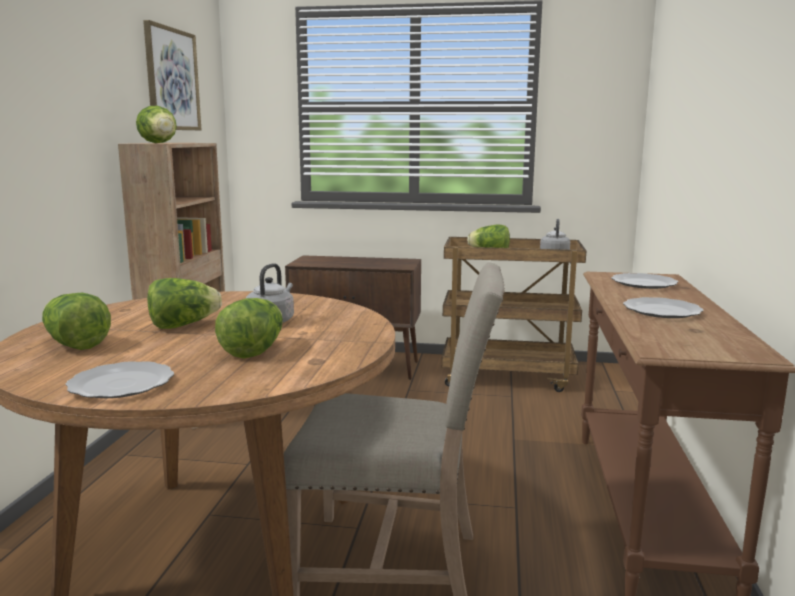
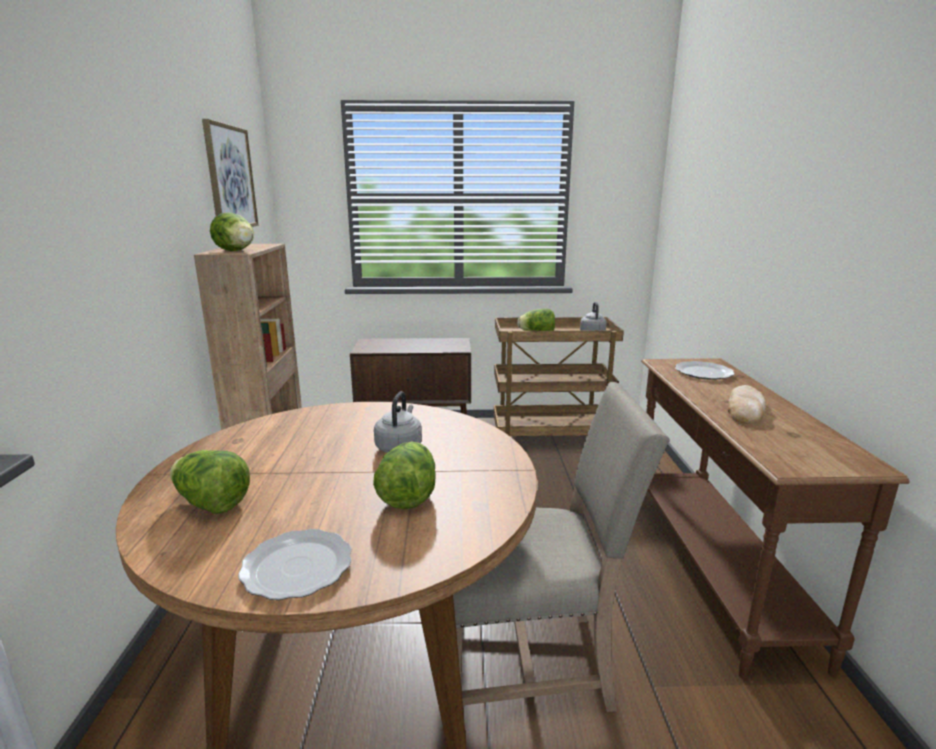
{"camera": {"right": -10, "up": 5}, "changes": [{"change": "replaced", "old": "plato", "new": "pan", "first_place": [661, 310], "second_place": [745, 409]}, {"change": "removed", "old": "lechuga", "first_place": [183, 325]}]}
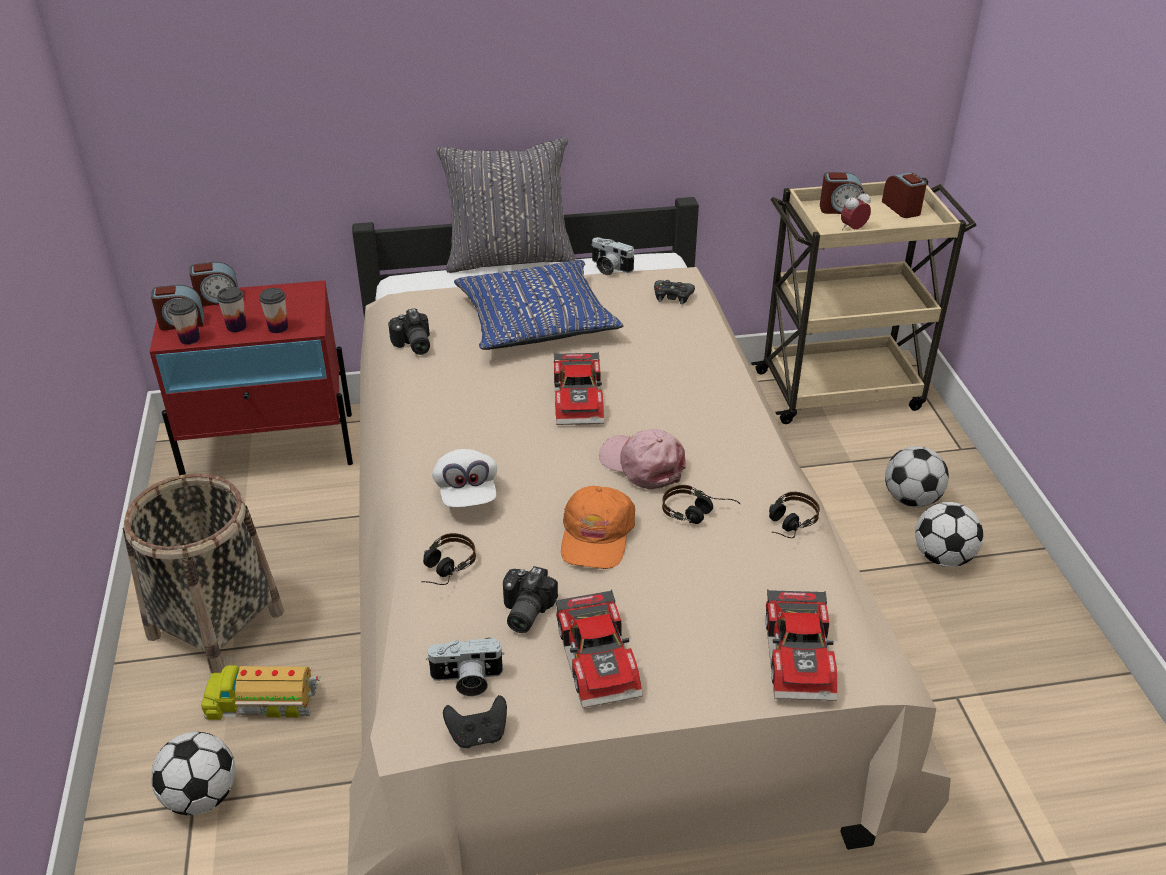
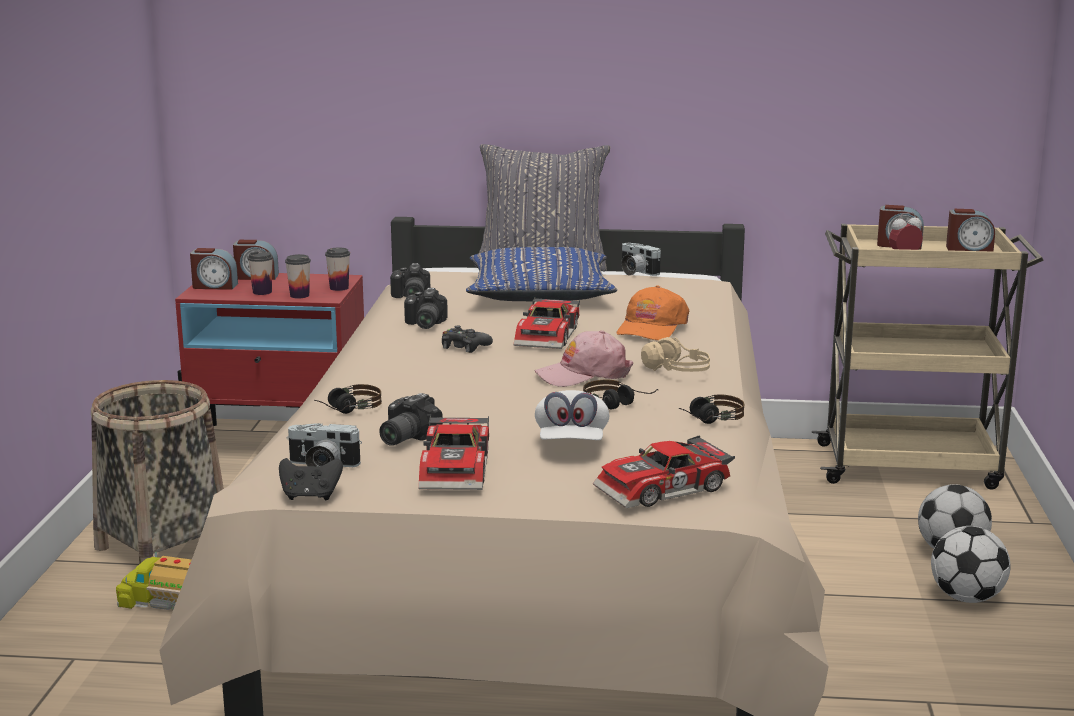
{"camera": {"right": 15, "up": -20}, "changes": [{"change": "moved", "old": "taza", "first_place": [189, 339], "second_place": [339, 288]}, {"change": "added", "new": "cámara", "second_place": [423, 324]}, {"change": "moved", "old": "mando de consola [negro]", "first_place": [672, 296], "second_place": [464, 347]}, {"change": "turned", "old": "gorra [rosa]", "first_place": [642, 464], "second_place": [583, 374], "degrees": -75}, {"change": "moved", "old": "gorra [blanco]", "first_place": [467, 493], "second_place": [571, 444]}, {"change": "turned", "old": "coche de juguete", "first_place": [802, 655], "second_place": [665, 490], "degrees": 45}, {"change": "moved", "old": "gorra [naranja]", "first_place": [596, 535], "second_place": [651, 328]}, {"change": "added", "new": "auriculares [beis]", "second_place": [677, 371]}, {"change": "turned", "old": "despertador", "first_place": [902, 208], "second_place": [969, 249], "degrees": 105}, {"change": "removed", "old": "balón de fútbol", "first_place": [201, 796]}]}
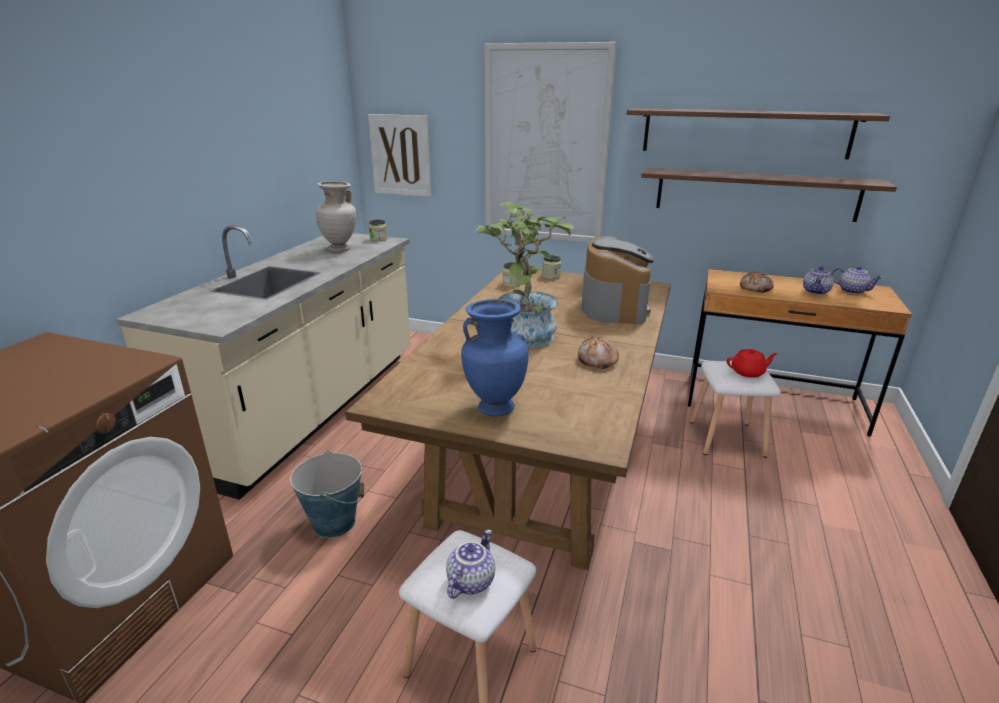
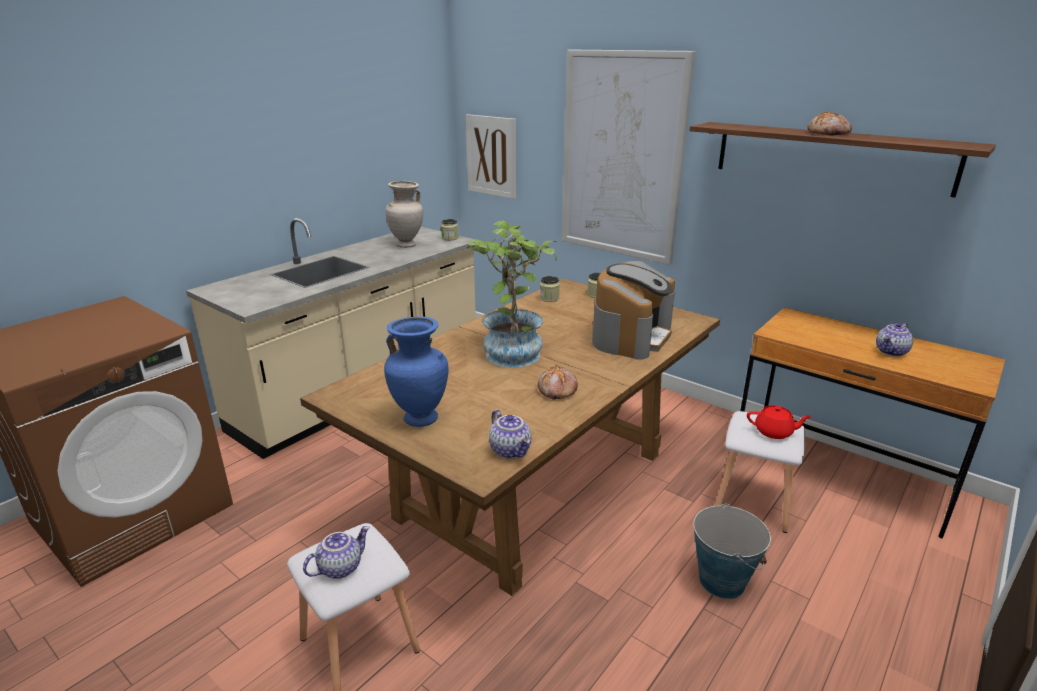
{"camera": {"right": 20, "up": 0}, "changes": [{"change": "moved", "old": "tetera", "first_place": [852, 291], "second_place": [511, 450]}, {"change": "moved", "old": "cubo", "first_place": [334, 522], "second_place": [722, 581]}, {"change": "moved", "old": "pan", "first_place": [756, 288], "second_place": [828, 133]}, {"change": "removed", "old": "estante", "first_place": [755, 194]}]}
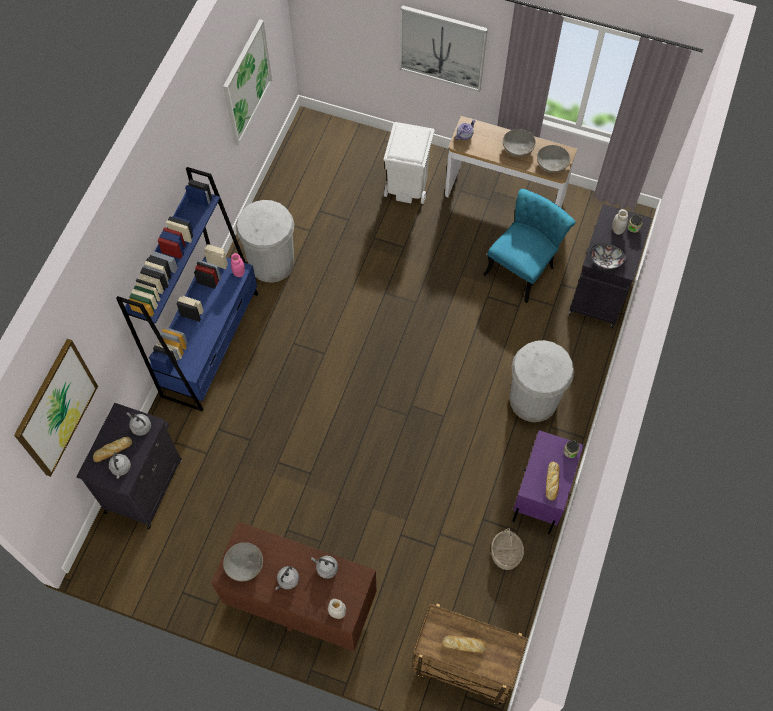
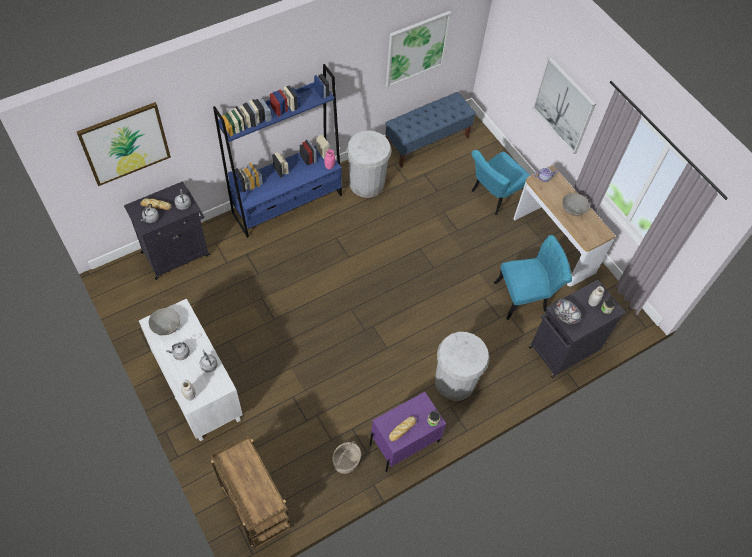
{"camera": {"right": 35, "up": -5}, "changes": [{"change": "recoloured", "old": "cómoda [marrón]", "new": "cómoda [blanco]", "first_place": [300, 601], "second_place": [197, 387]}, {"change": "added", "new": "banco [azul]", "second_place": [427, 142]}, {"change": "replaced", "old": "papelera [blanco]", "new": "silla [turquesa]", "first_place": [407, 187], "second_place": [493, 197]}, {"change": "removed", "old": "pan", "first_place": [464, 644]}, {"change": "removed", "old": "cuenco [gris]", "first_place": [552, 164]}]}
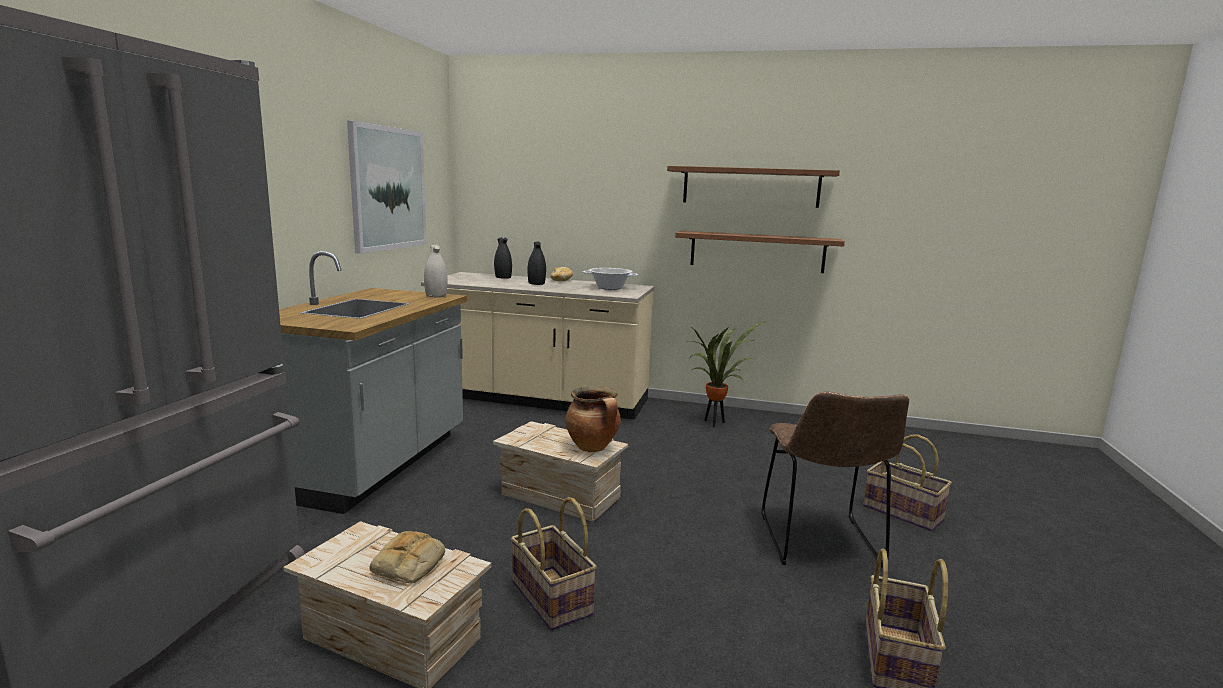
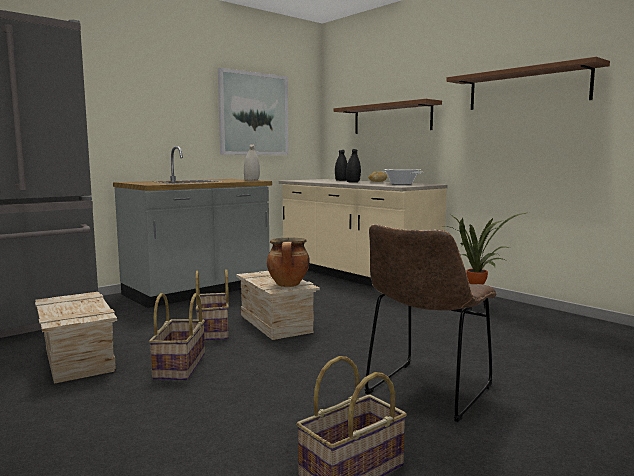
{"camera": {"right": 35, "up": -5}, "changes": [{"change": "moved", "old": "cesta", "first_place": [903, 512], "second_place": [214, 331]}, {"change": "moved", "old": "estante [marrón]", "first_place": [757, 251], "second_place": [391, 118]}, {"change": "removed", "old": "pan", "first_place": [409, 565]}]}
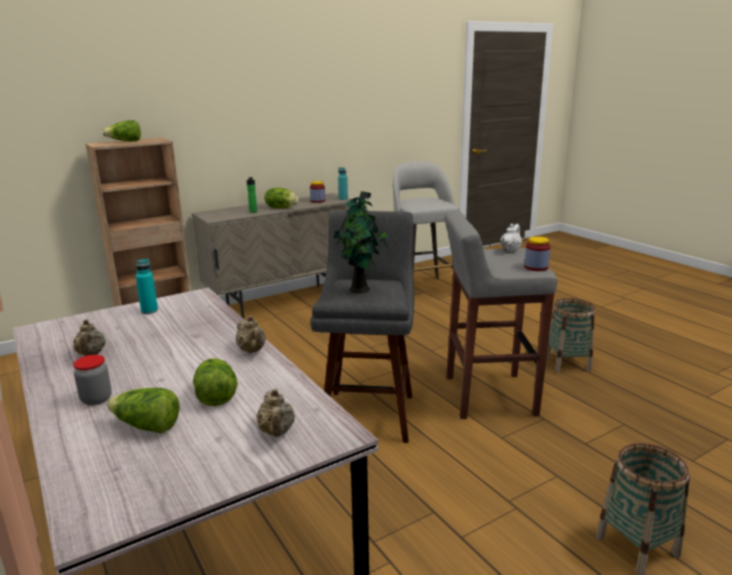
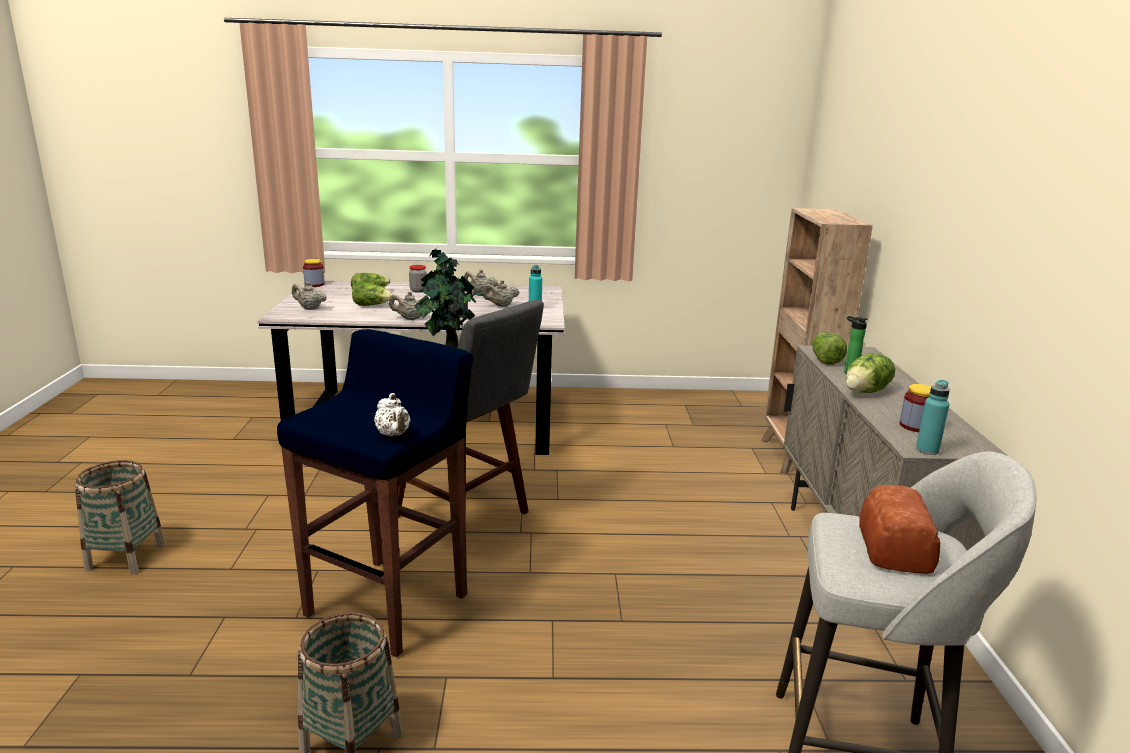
{"camera": {"right": 120, "up": 0}, "changes": [{"change": "recoloured", "old": "taburete [gris]", "new": "taburete [azul]", "first_place": [488, 396], "second_place": [389, 604]}, {"change": "moved", "old": "tarro", "first_place": [536, 267], "second_place": [314, 284]}, {"change": "added", "new": "tetera [beis]", "second_place": [501, 306]}, {"change": "moved", "old": "lechuga", "first_place": [125, 141], "second_place": [825, 359]}, {"change": "added", "new": "pan", "second_place": [896, 546]}]}
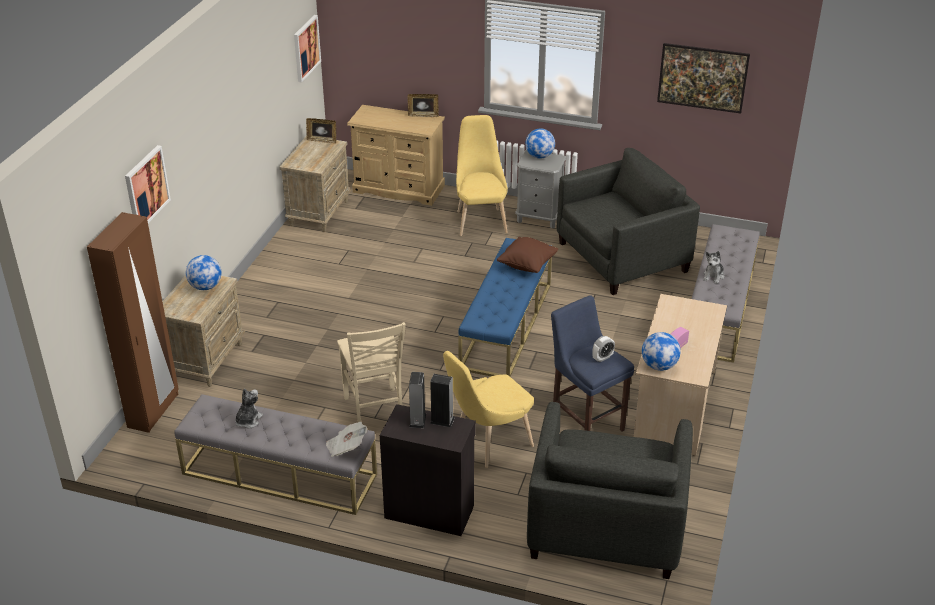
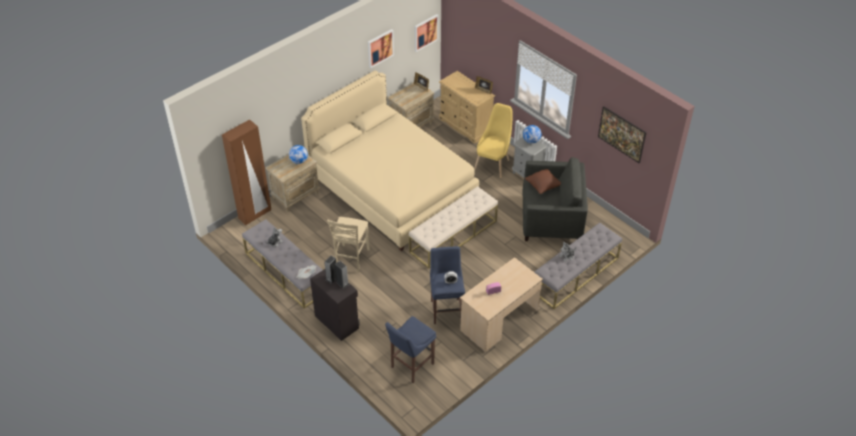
{"camera": {"right": 30, "up": 10}, "changes": [{"change": "added", "new": "cama [beis]", "second_place": [392, 188]}, {"change": "moved", "old": "cuadro", "first_place": [146, 188], "second_place": [380, 48]}, {"change": "replaced", "old": "sillón [gris]", "new": "taburete [azul]", "first_place": [605, 525], "second_place": [410, 366]}, {"change": "recoloured", "old": "banco [azul]", "new": "banco [beis]", "first_place": [506, 325], "second_place": [453, 236]}, {"change": "moved", "old": "cojín [marrón]", "first_place": [527, 265], "second_place": [542, 186]}, {"change": "removed", "old": "silla [amarillo]", "first_place": [488, 443]}, {"change": "removed", "old": "globo terráqueo", "first_place": [659, 366]}]}
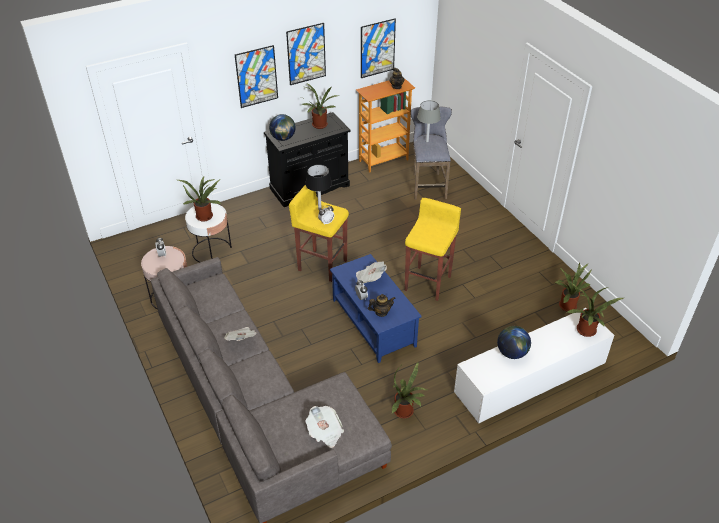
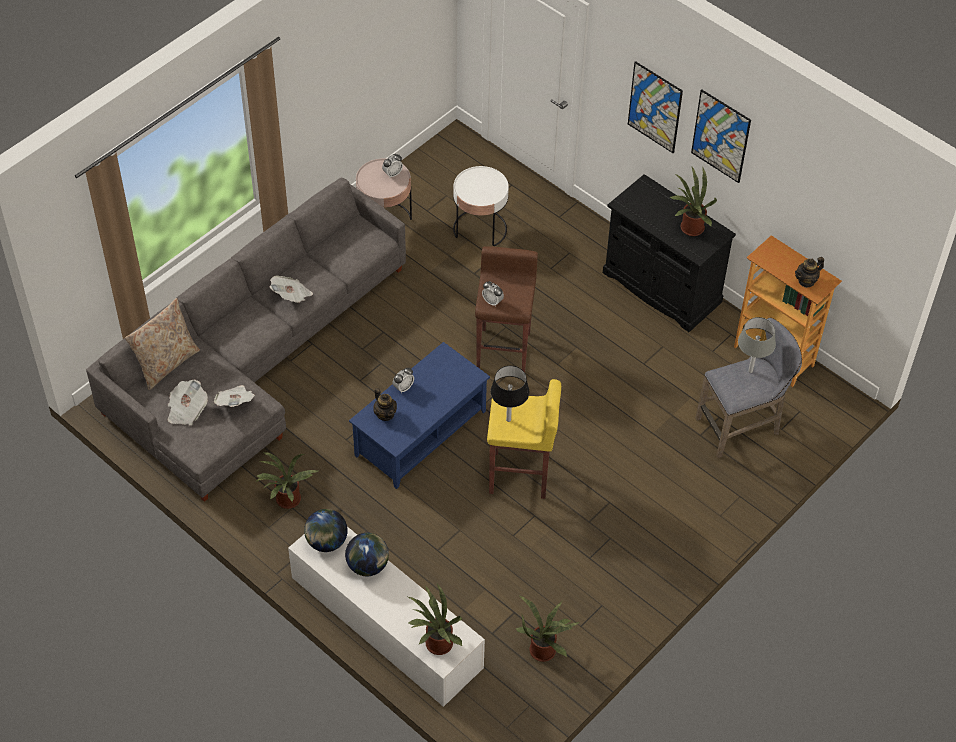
{"camera": {"right": 70, "up": 10}, "changes": [{"change": "added", "new": "cojín [beis]", "second_place": [166, 363]}, {"change": "moved", "old": "periódico", "first_place": [370, 278], "second_place": [235, 402]}, {"change": "moved", "old": "globo terráqueo", "first_place": [283, 138], "second_place": [326, 542]}, {"change": "recoloured", "old": "taburete [amarillo]", "new": "taburete [marrón]", "first_place": [322, 265], "second_place": [504, 349]}, {"change": "moved", "old": "lámpara de mesa [negro]", "first_place": [319, 209], "second_place": [508, 420]}, {"change": "removed", "old": "planta en maceta", "first_place": [205, 215]}, {"change": "removed", "old": "cuadro", "first_place": [377, 48]}]}
